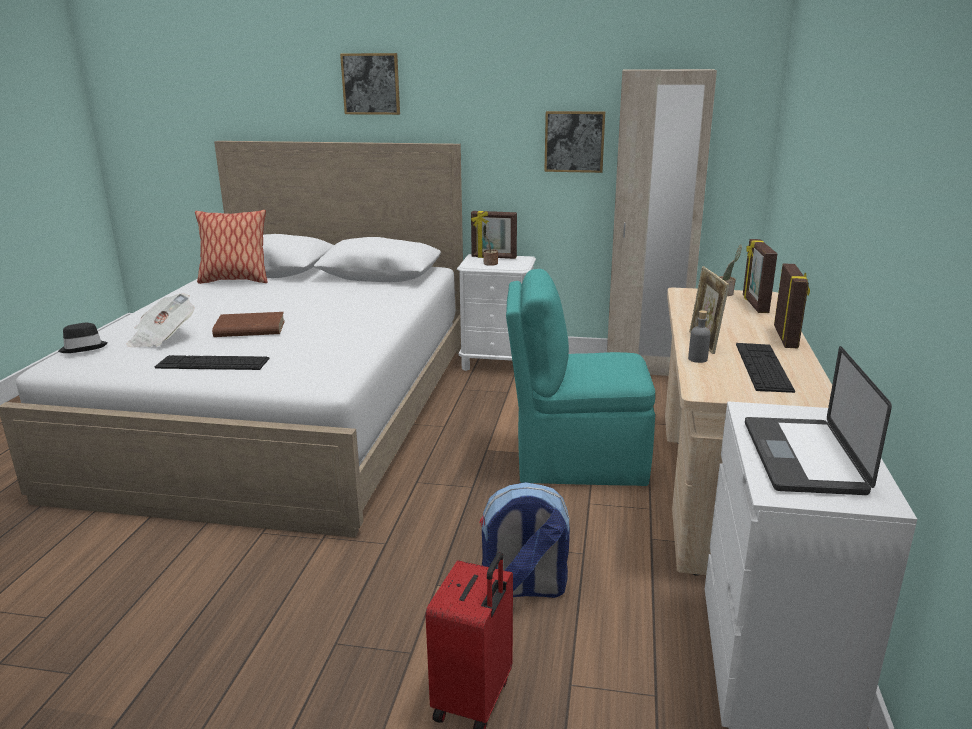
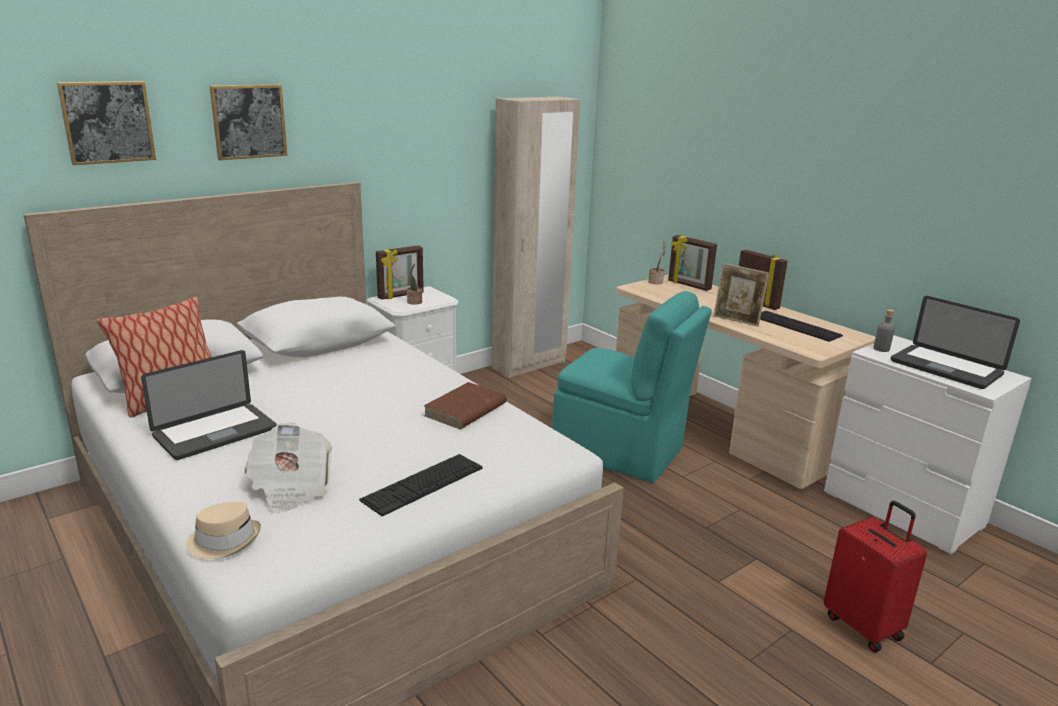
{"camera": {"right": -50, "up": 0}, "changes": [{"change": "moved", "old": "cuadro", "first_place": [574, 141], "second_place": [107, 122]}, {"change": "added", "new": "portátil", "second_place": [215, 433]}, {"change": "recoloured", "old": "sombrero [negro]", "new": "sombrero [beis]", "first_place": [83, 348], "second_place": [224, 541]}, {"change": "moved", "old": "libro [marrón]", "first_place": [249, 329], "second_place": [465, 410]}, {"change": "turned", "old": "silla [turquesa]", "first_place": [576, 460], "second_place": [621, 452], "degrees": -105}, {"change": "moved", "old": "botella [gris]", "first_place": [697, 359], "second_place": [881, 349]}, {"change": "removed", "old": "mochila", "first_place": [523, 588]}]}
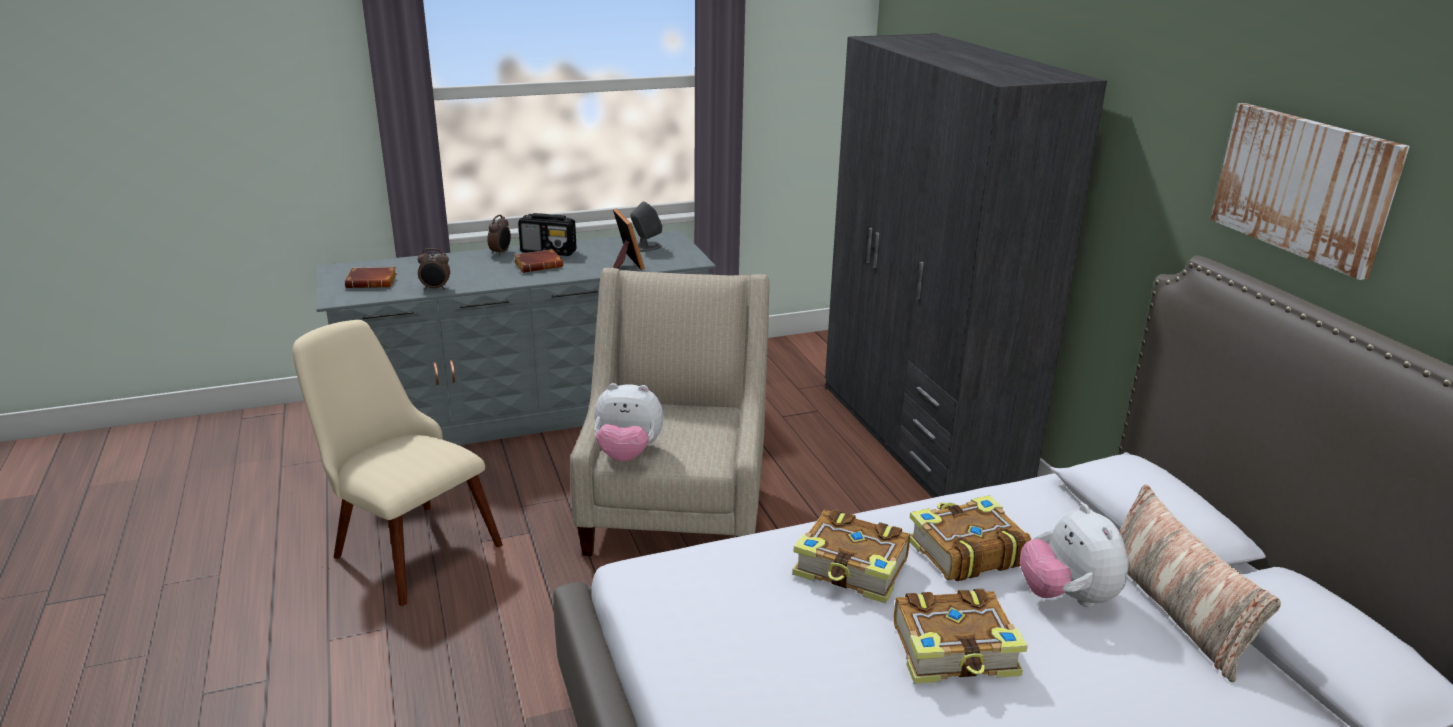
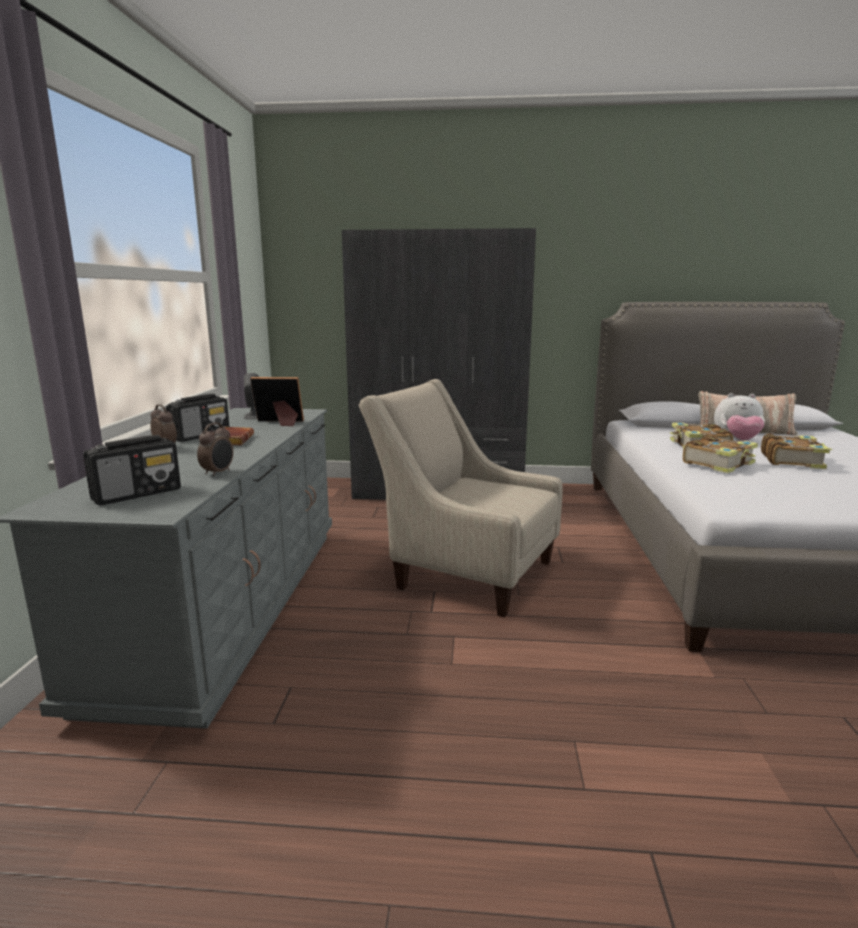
{"camera": {"right": -65, "up": -10}, "changes": [{"change": "replaced", "old": "libro [marrón]", "new": "radio", "first_place": [373, 282], "second_place": [138, 494]}, {"change": "removed", "old": "silla [beis]", "first_place": [403, 544]}, {"change": "removed", "old": "peluche", "first_place": [627, 454]}, {"change": "removed", "old": "cuadro", "first_place": [1303, 186]}]}
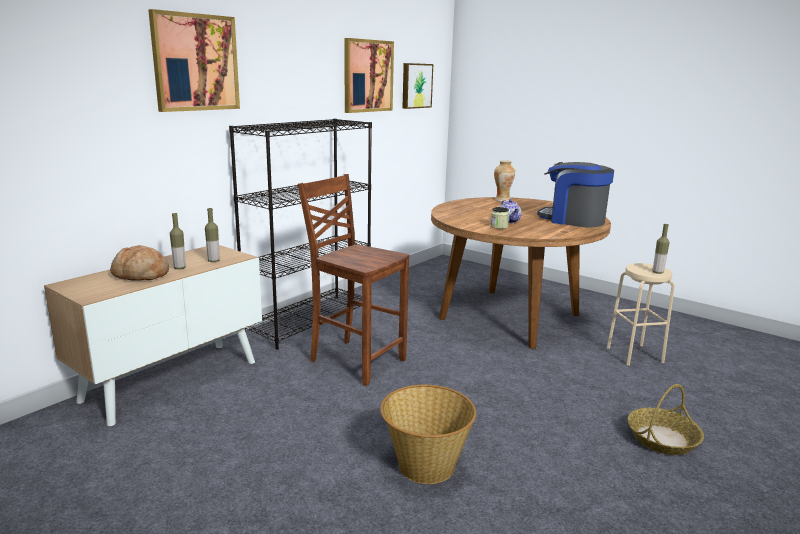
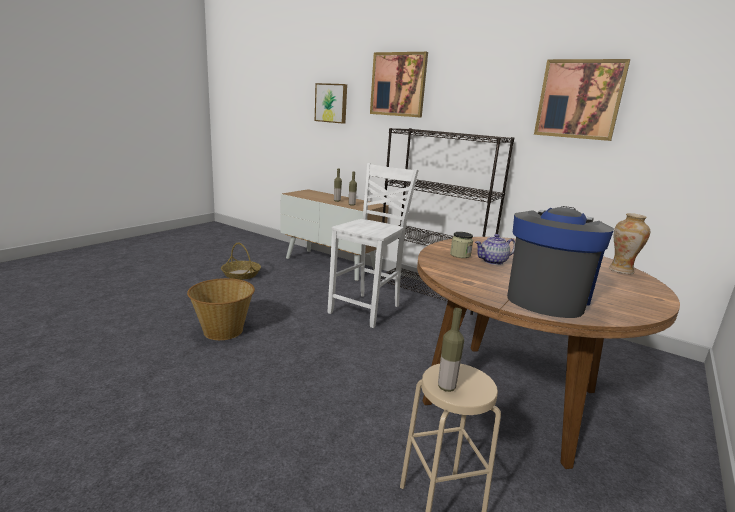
{"camera": {"right": 85, "up": 0}, "changes": [{"change": "moved", "old": "cesta", "first_place": [662, 439], "second_place": [241, 274]}, {"change": "moved", "old": "cuadro", "first_place": [416, 85], "second_place": [331, 103]}, {"change": "recoloured", "old": "silla [marrón]", "new": "silla [blanco]", "first_place": [355, 360], "second_place": [367, 309]}, {"change": "removed", "old": "pan", "first_place": [140, 275]}]}
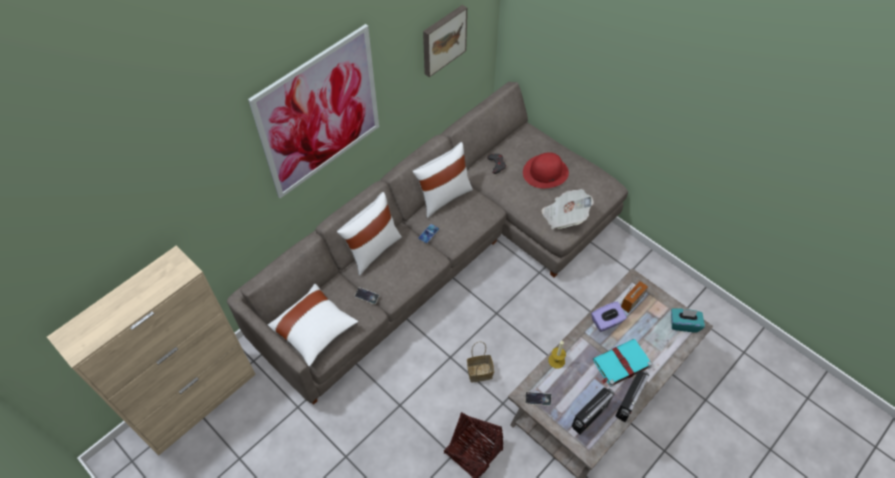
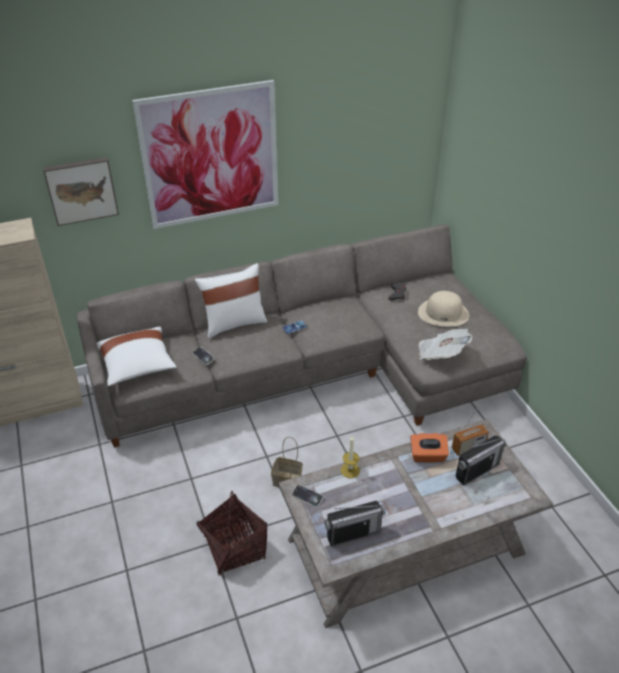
{"camera": {"right": 25, "up": -15}, "changes": [{"change": "moved", "old": "cuadro", "first_place": [443, 39], "second_place": [81, 190]}, {"change": "recoloured", "old": "caja de pañuelos [morado]", "new": "caja de pañuelos [naranja]", "first_place": [606, 322], "second_place": [427, 456]}, {"change": "recoloured", "old": "sombrero [rojo]", "new": "sombrero [beis]", "first_place": [545, 172], "second_place": [443, 313]}, {"change": "moved", "old": "radio", "first_place": [629, 402], "second_place": [477, 471]}, {"change": "removed", "old": "cojín [blanco]", "first_place": [443, 197]}, {"change": "removed", "old": "libro [turquesa]", "first_place": [621, 363]}, {"change": "removed", "old": "caja de pañuelos [turquesa]", "first_place": [683, 324]}]}
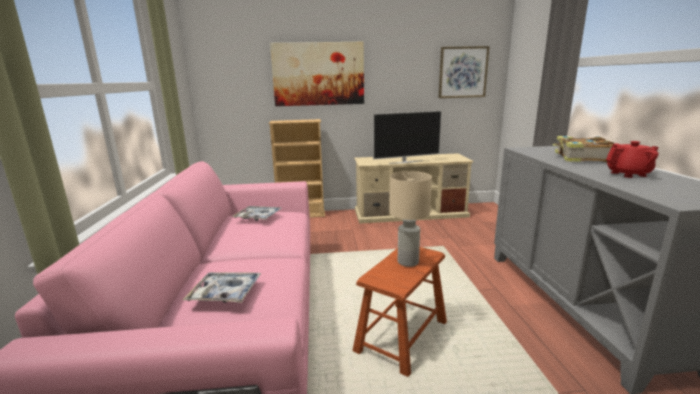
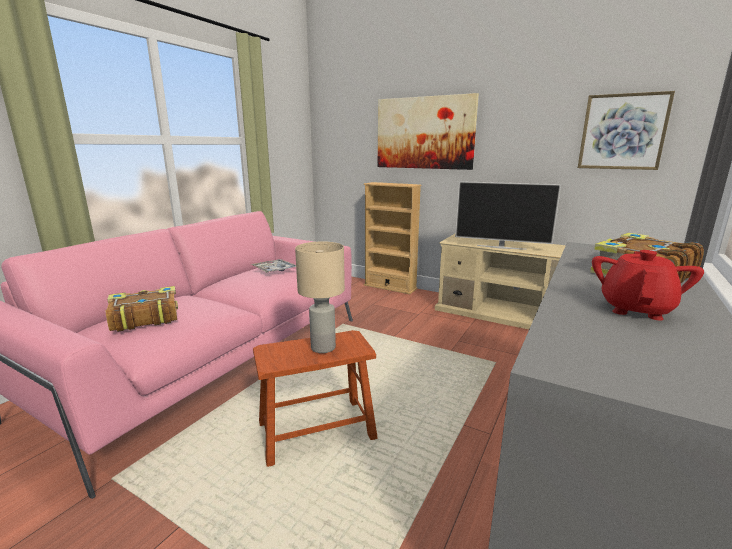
{"camera": {"right": 35, "up": 0}, "changes": [{"change": "replaced", "old": "bandeja", "new": "libro", "first_place": [225, 293], "second_place": [144, 318]}, {"change": "turned", "old": "tetera [rojo]", "first_place": [628, 174], "second_place": [635, 309], "degrees": -90}]}
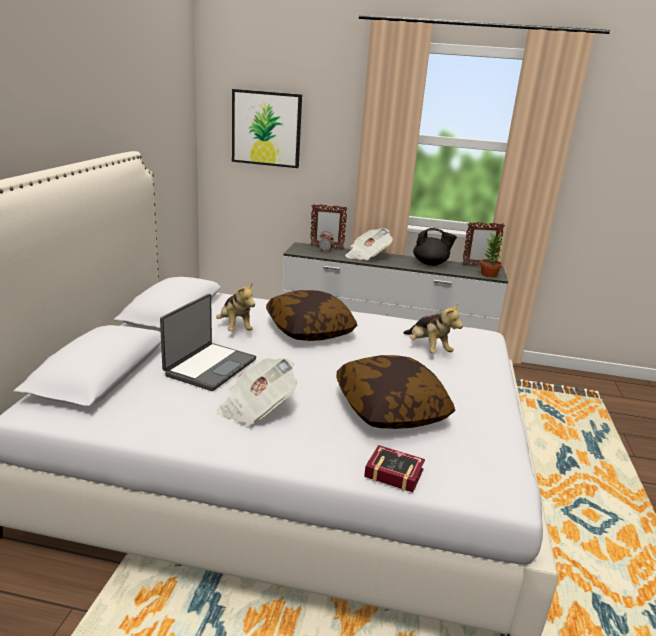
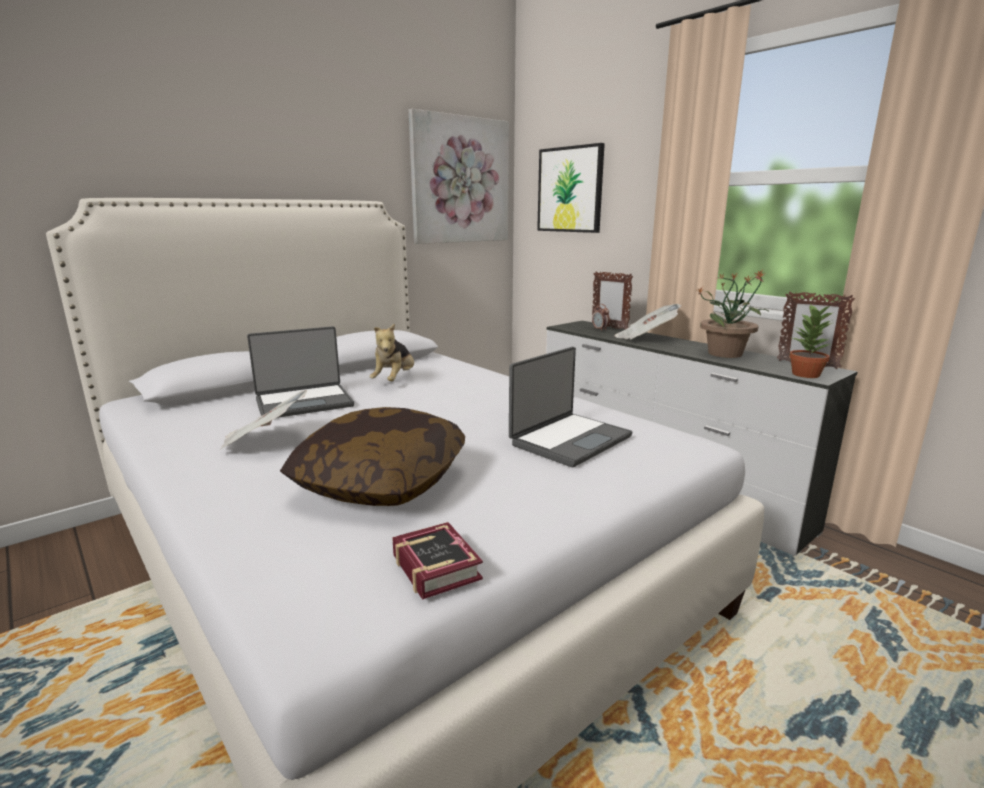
{"camera": {"right": 40, "up": -5}, "changes": [{"change": "moved", "old": "libro", "first_place": [392, 472], "second_place": [437, 564]}, {"change": "added", "new": "cuadro", "second_place": [460, 180]}, {"change": "replaced", "old": "peluche", "new": "portátil", "first_place": [427, 349], "second_place": [569, 440]}, {"change": "replaced", "old": "tetera [negro]", "new": "planta en maceta", "first_place": [431, 264], "second_place": [726, 354]}, {"change": "removed", "old": "cojín", "first_place": [309, 330]}]}
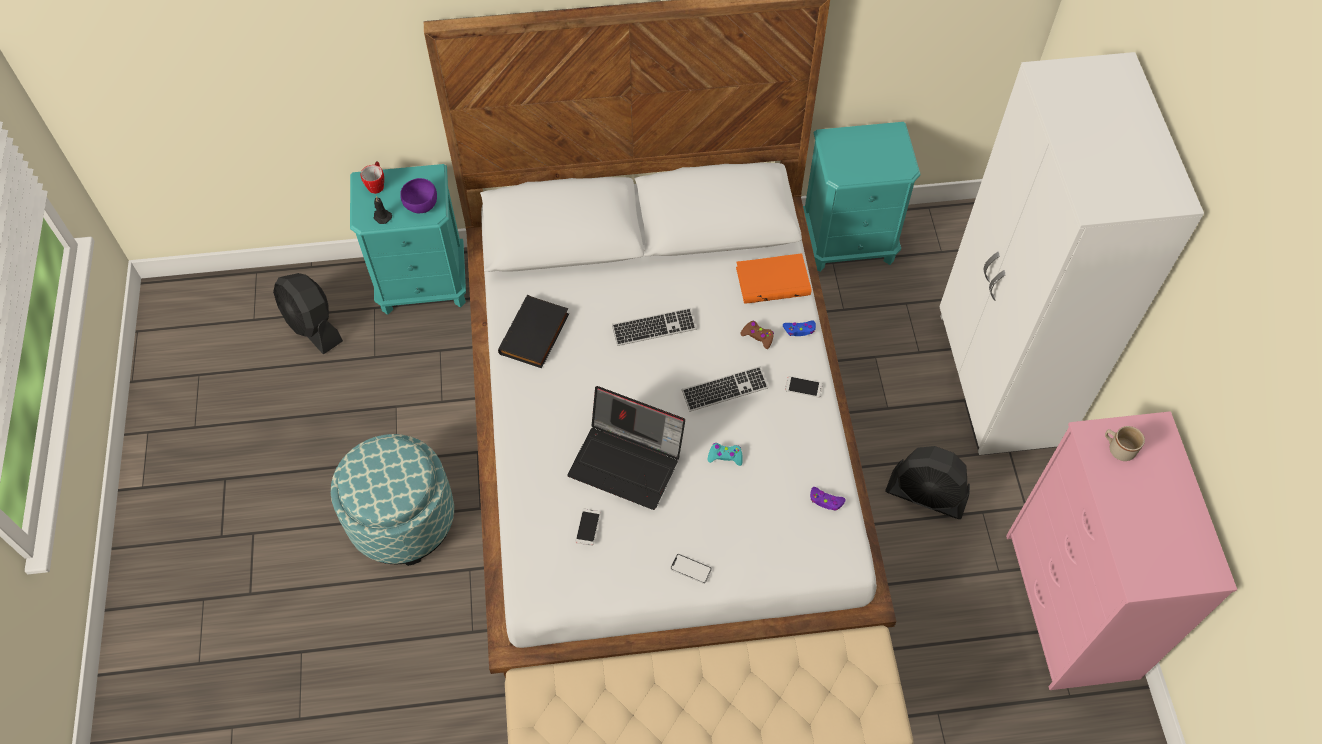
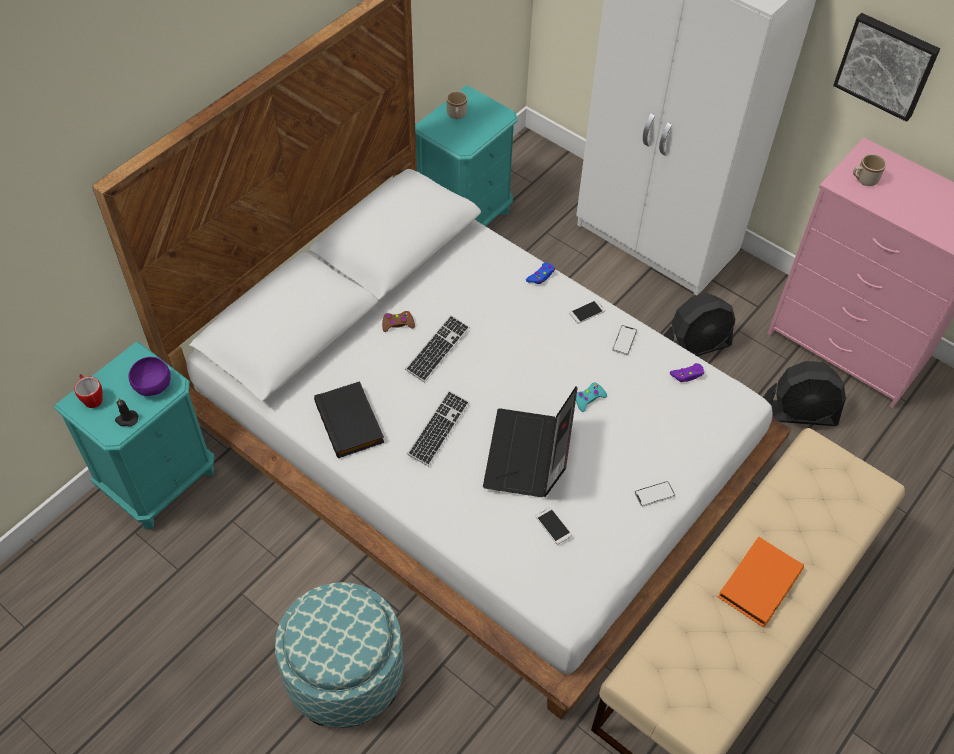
{"camera": {"right": -45, "up": -5}, "changes": [{"change": "moved", "old": "mando de consola [marrón]", "first_place": [758, 336], "second_place": [397, 324]}, {"change": "moved", "old": "teclado", "first_place": [725, 390], "second_place": [438, 429]}, {"change": "added", "new": "taza grande [beis]", "second_place": [456, 115]}, {"change": "turned", "old": "portátil", "first_place": [628, 462], "second_place": [529, 456], "degrees": 120}, {"change": "added", "new": "móvil", "second_place": [624, 340]}, {"change": "moved", "old": "libro [naranja]", "first_place": [773, 280], "second_place": [758, 582]}, {"change": "moved", "old": "ventilador [negro]", "first_place": [313, 326], "second_place": [799, 413]}, {"change": "added", "new": "cuadro", "second_place": [887, 65]}]}
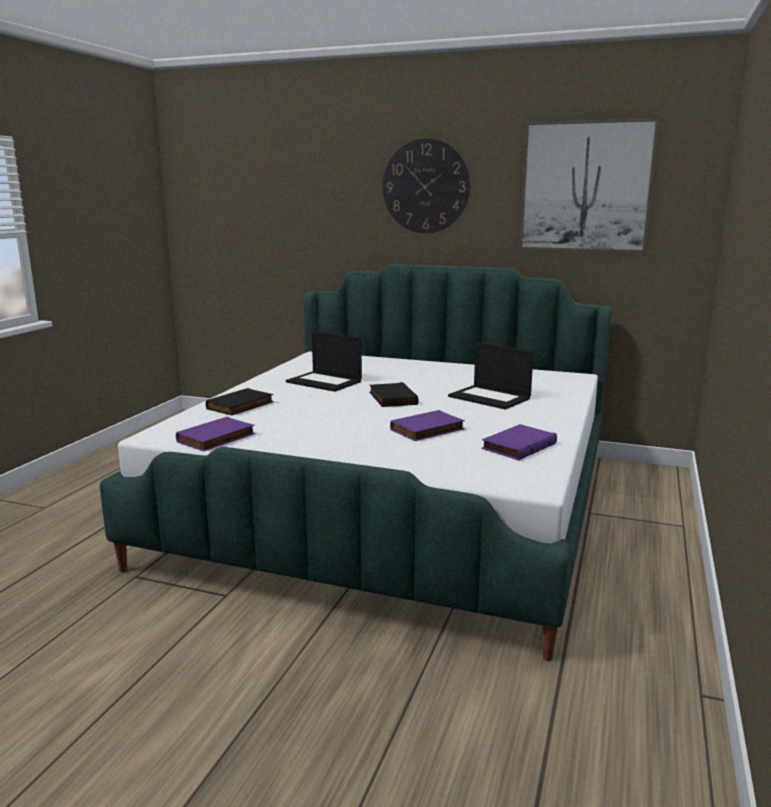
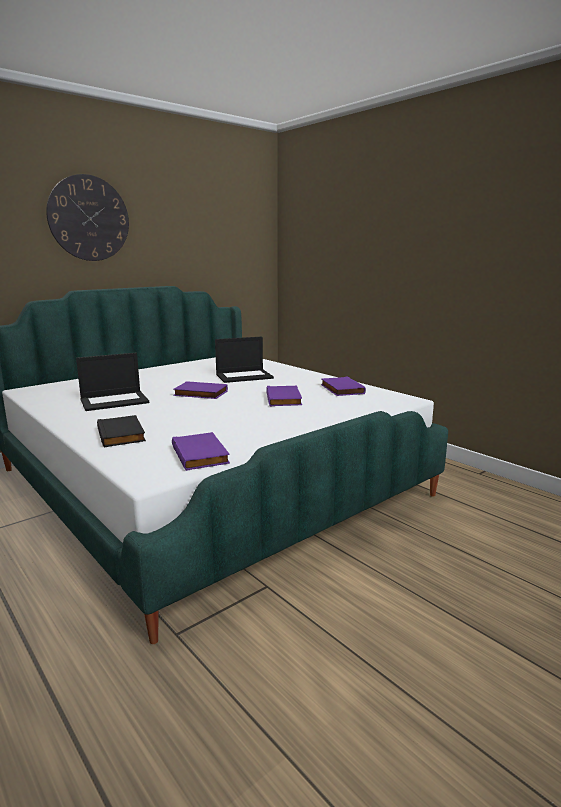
{"camera": {"right": -60, "up": 0}, "changes": [{"change": "recoloured", "old": "libro [negro]", "new": "libro [morado]", "first_place": [391, 398], "second_place": [200, 394]}, {"change": "removed", "old": "cuadro", "first_place": [585, 187]}]}
